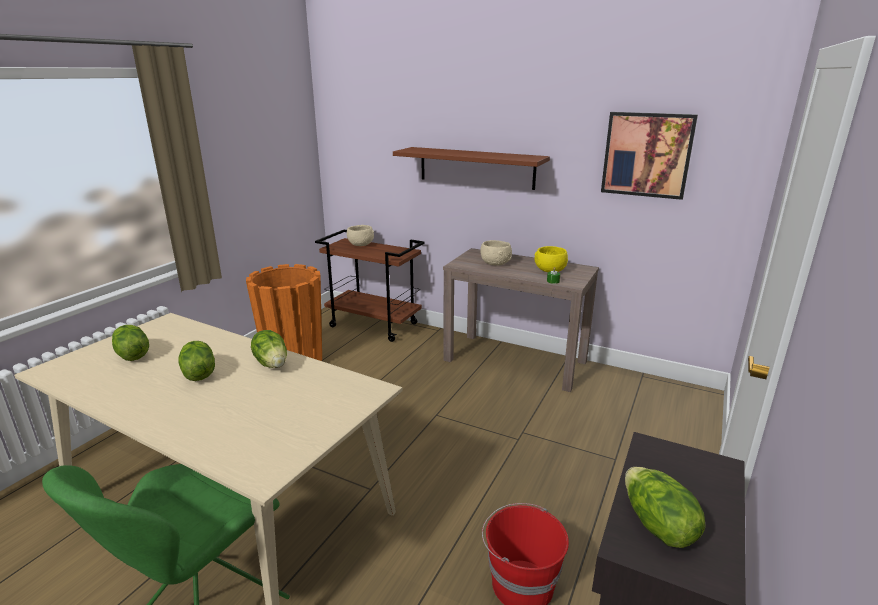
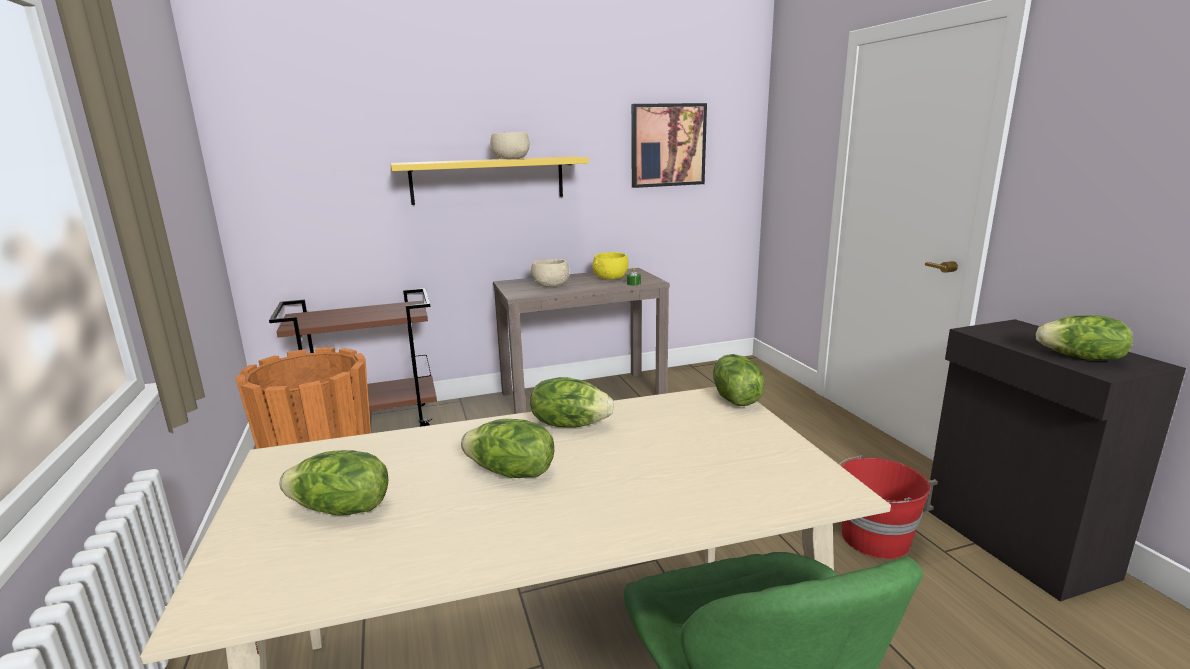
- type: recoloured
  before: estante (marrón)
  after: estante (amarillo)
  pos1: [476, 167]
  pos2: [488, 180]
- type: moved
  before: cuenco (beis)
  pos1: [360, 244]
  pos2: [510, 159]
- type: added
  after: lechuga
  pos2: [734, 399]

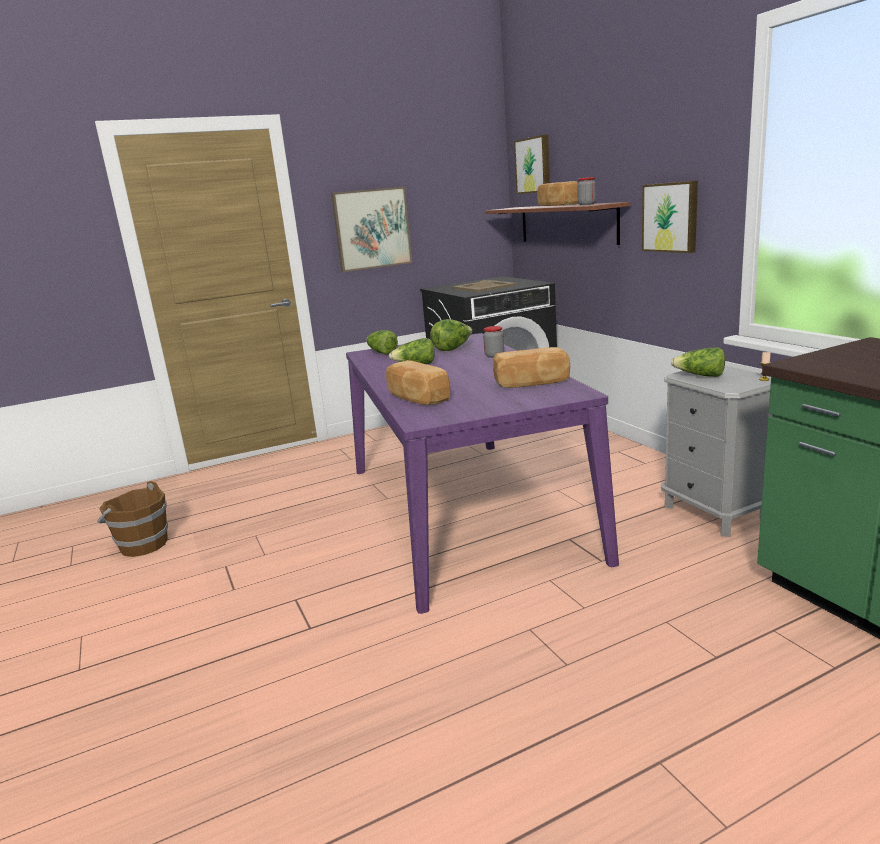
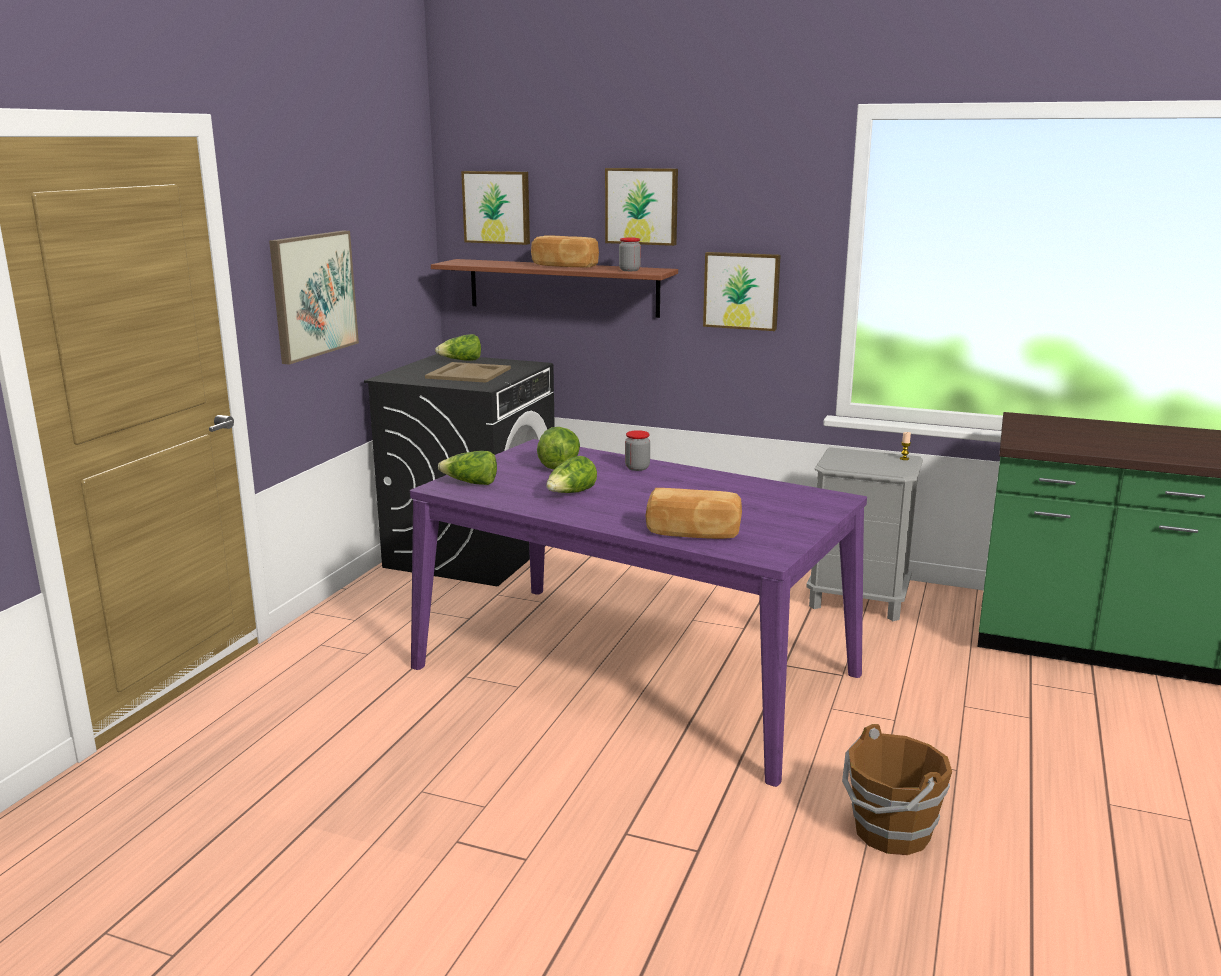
- type: removed
  before: pan
  pos1: [532, 383]
- type: moved
  before: lechuga
  pos1: [700, 376]
  pos2: [461, 361]
- type: moved
  before: cubo (marrón)
  pos1: [142, 545]
  pos2: [890, 832]
- type: added
  after: cuadro
  pos2: [642, 206]

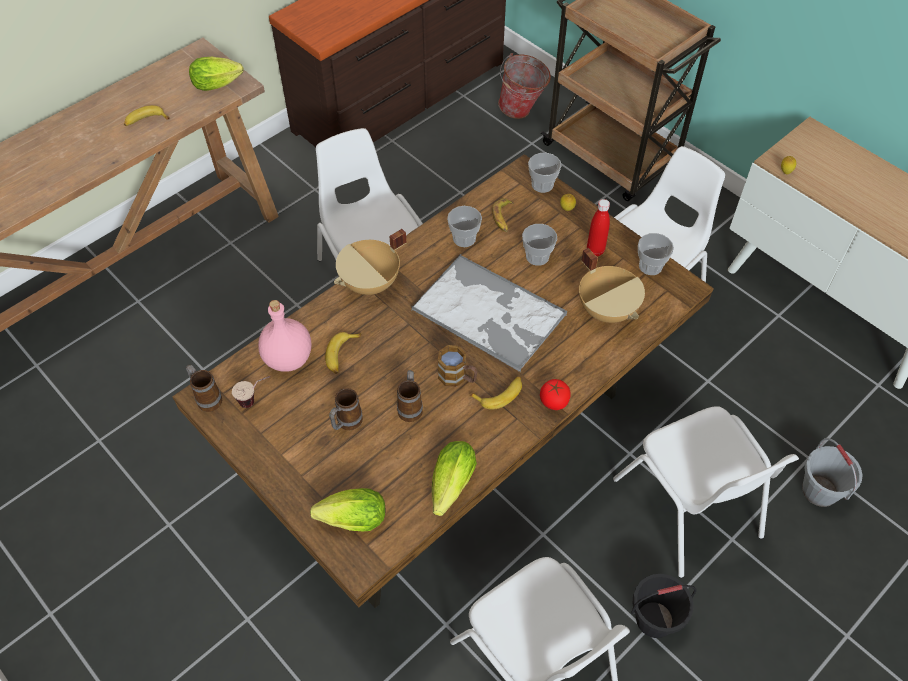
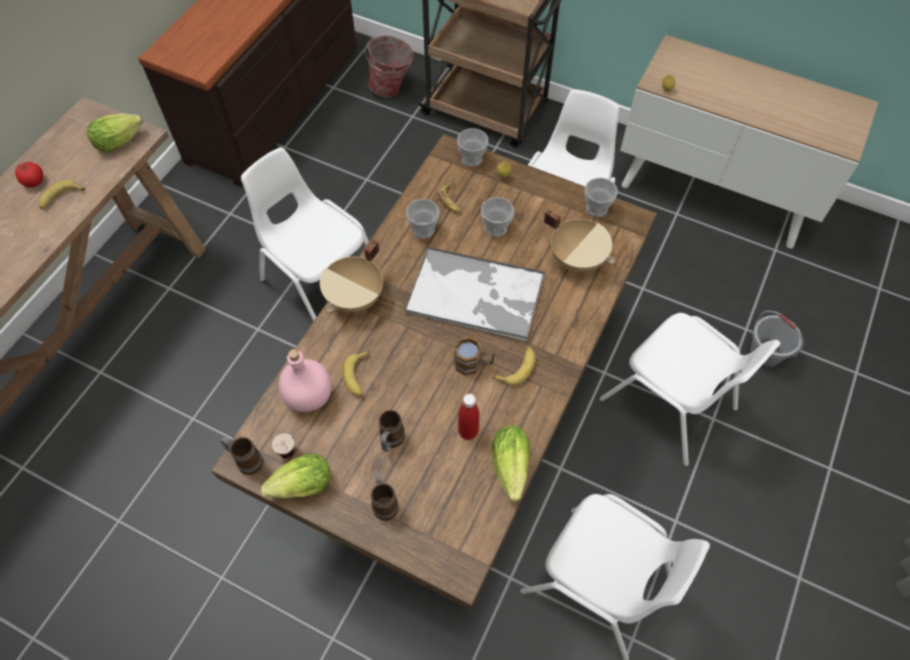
- type: moved
  before: botella (rojo)
  pos1: [595, 250]
  pos2: [468, 431]
- type: moved
  before: taza grande
  pos1: [410, 407]
  pos2: [384, 502]
- type: moved
  before: tomate
  pos1: [554, 401]
  pos2: [34, 182]
- type: moved
  before: lechuga
  pos1: [349, 520]
  pos2: [298, 487]
- type: removed
  before: cubo (negro)
  pos1: [654, 619]

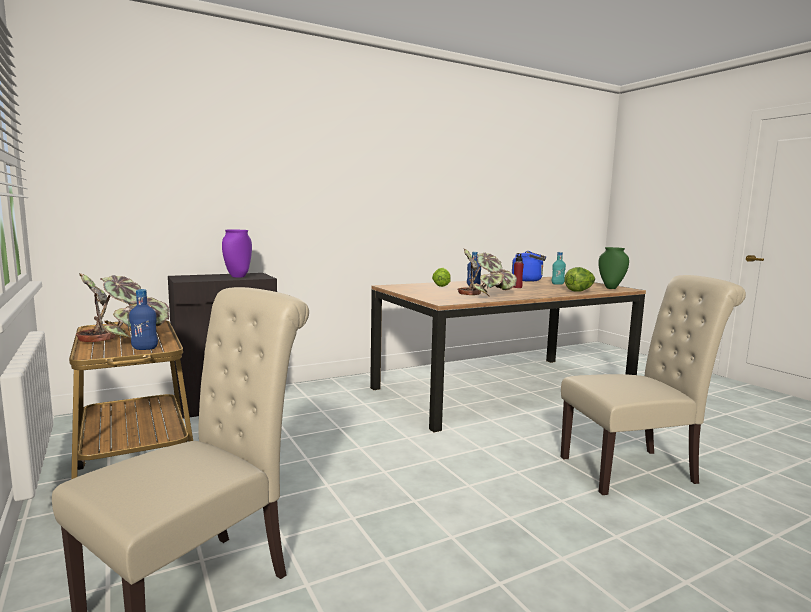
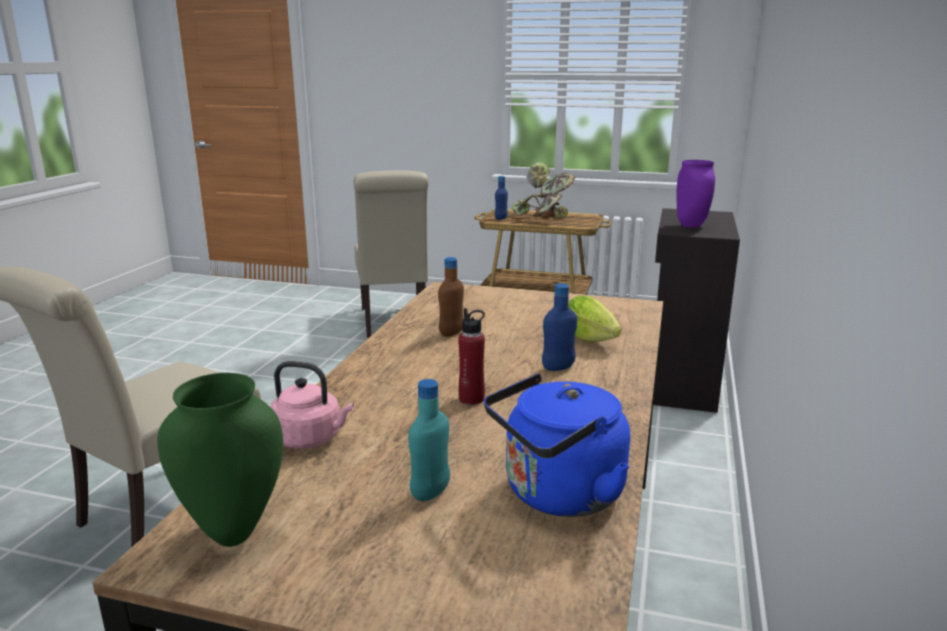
- type: replaced
  before: planta en maceta
  after: botella (marrón)
  pos1: [485, 294]
  pos2: [451, 333]
- type: replaced
  before: lechuga
  after: hervidor (rosa)
  pos1: [579, 291]
  pos2: [310, 439]

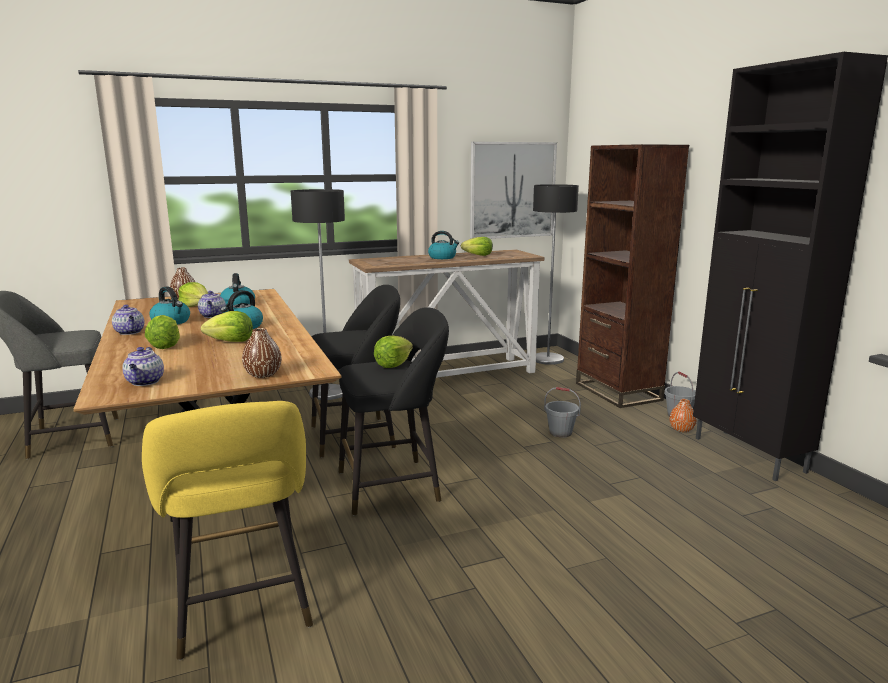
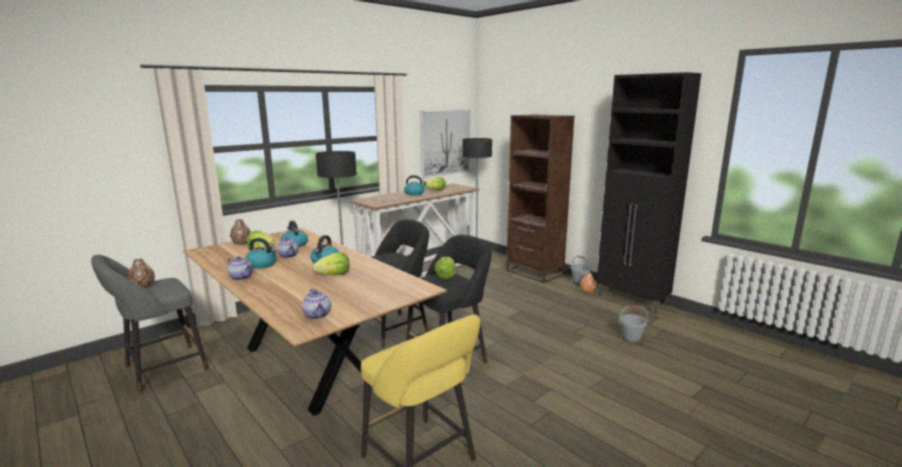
- type: removed
  before: lechuga
  pos1: [166, 345]
- type: moved
  before: florero (marrón)
  pos1: [263, 374]
  pos2: [143, 286]
- type: moved
  before: cubo (gris)
  pos1: [560, 432]
  pos2: [631, 339]

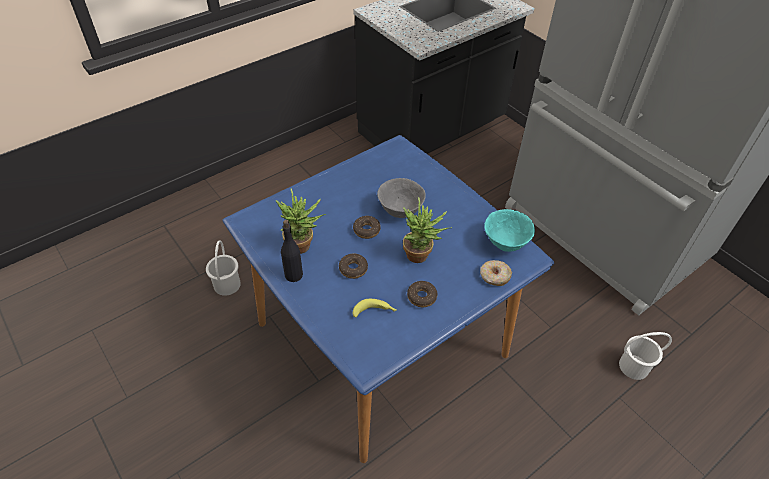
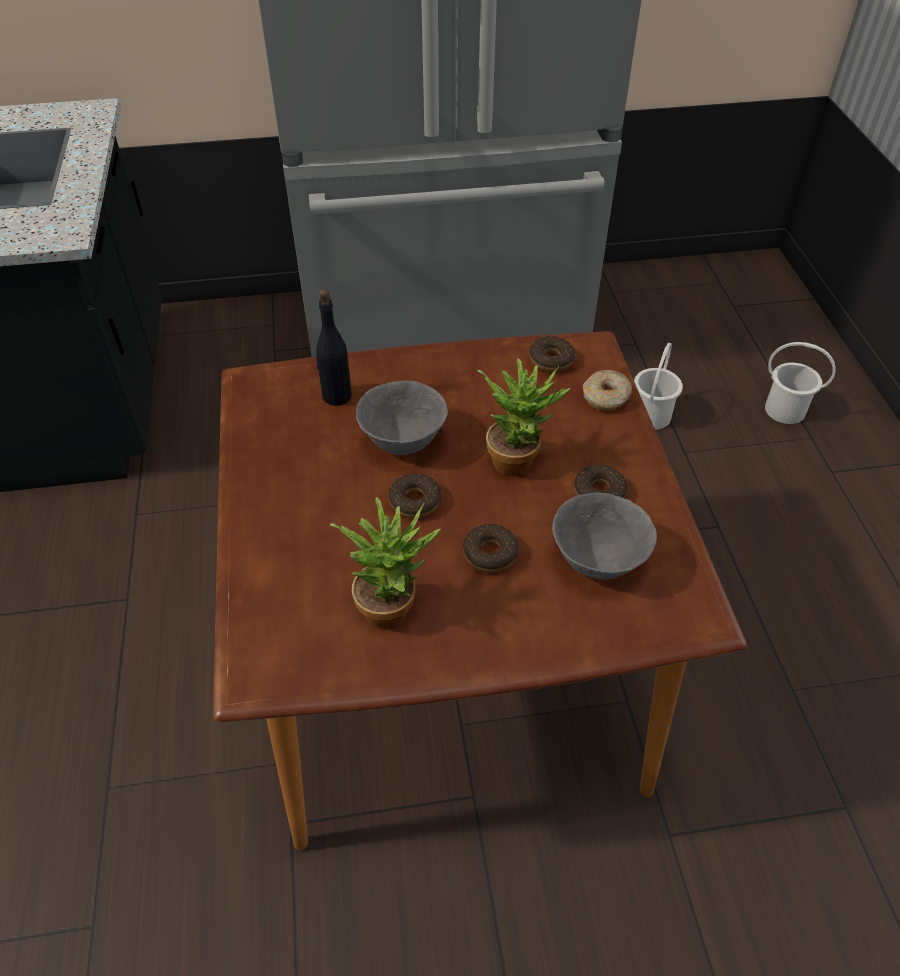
- type: recoloured
  before: mesa de comedor (azul)
  after: mesa de comedor (marrón)
  pos1: [381, 338]
  pos2: [448, 666]
- type: replaced
  before: cuenco (turquesa)
  after: rosquilla
  pos1: [505, 243]
  pos2: [551, 360]
- type: moved
  before: botella (negro)
  pos1: [293, 275]
  pos2: [336, 396]
- type: moved
  before: cubo (blanco)
  pos1: [227, 284]
  pos2: [784, 409]
- type: replaced
  before: plátano
  after: cuenco (gris)
  pos1: [375, 312]
  pos2: [598, 562]

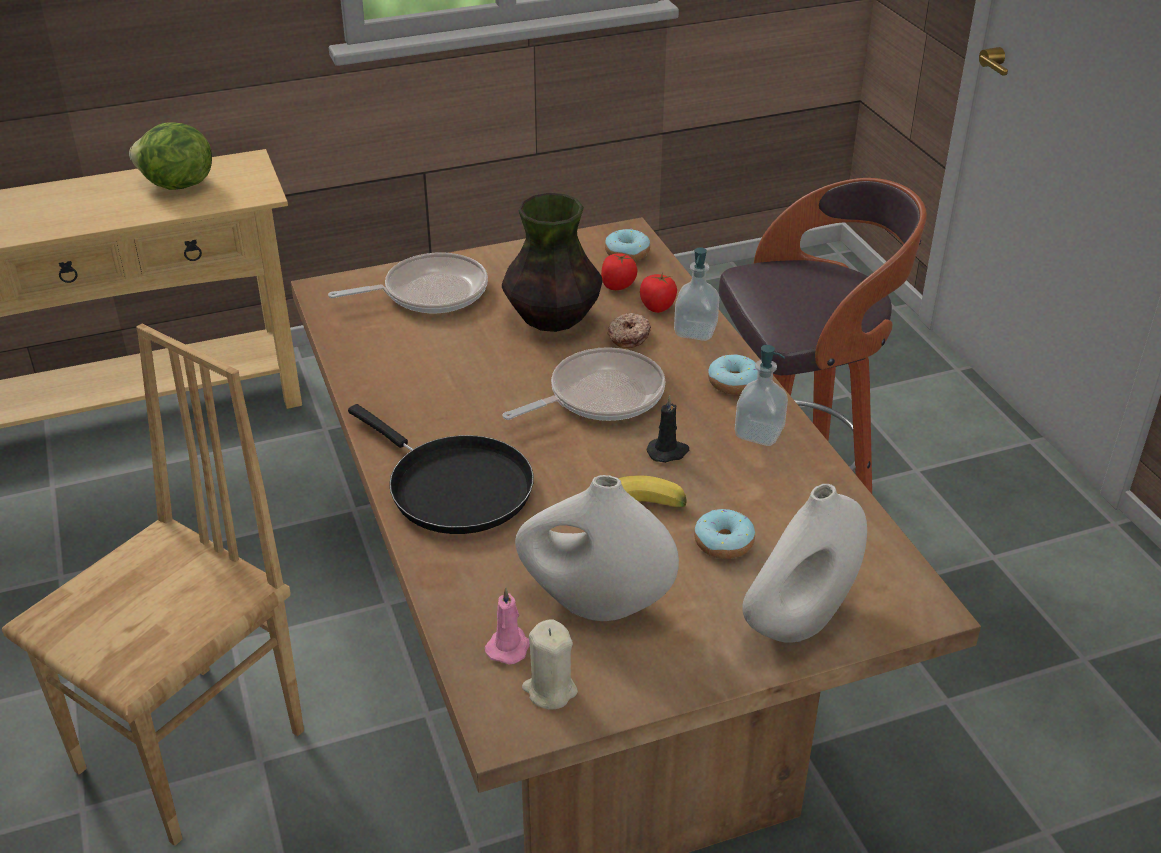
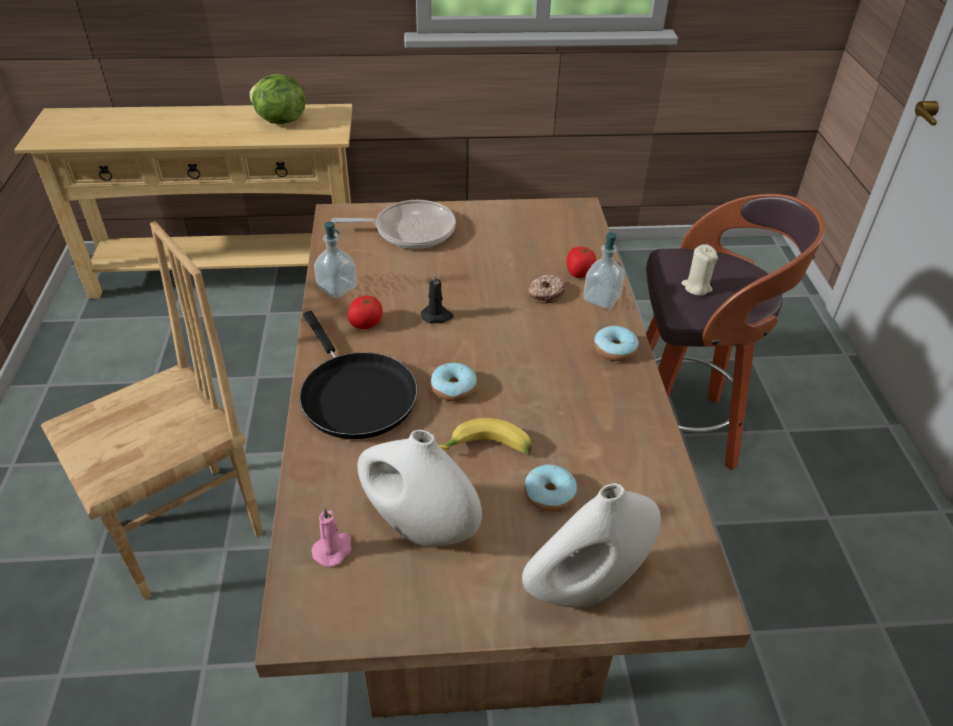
- type: removed
  before: florero
  pos1: [552, 319]
- type: moved
  before: rosquilla
  pos1: [627, 253]
  pos2: [453, 388]
- type: moved
  before: tomate
  pos1: [618, 285]
  pos2: [366, 323]
- type: moved
  before: dispensador de jabón
  pos1: [759, 433]
  pos2: [337, 288]
- type: removed
  before: sartén
  pos1: [600, 396]
- type: moved
  before: vela (negro)
  pos1: [668, 452]
  pos2: [437, 316]
- type: moved
  before: vela (beis)
  pos1: [550, 690]
  pos2: [696, 287]

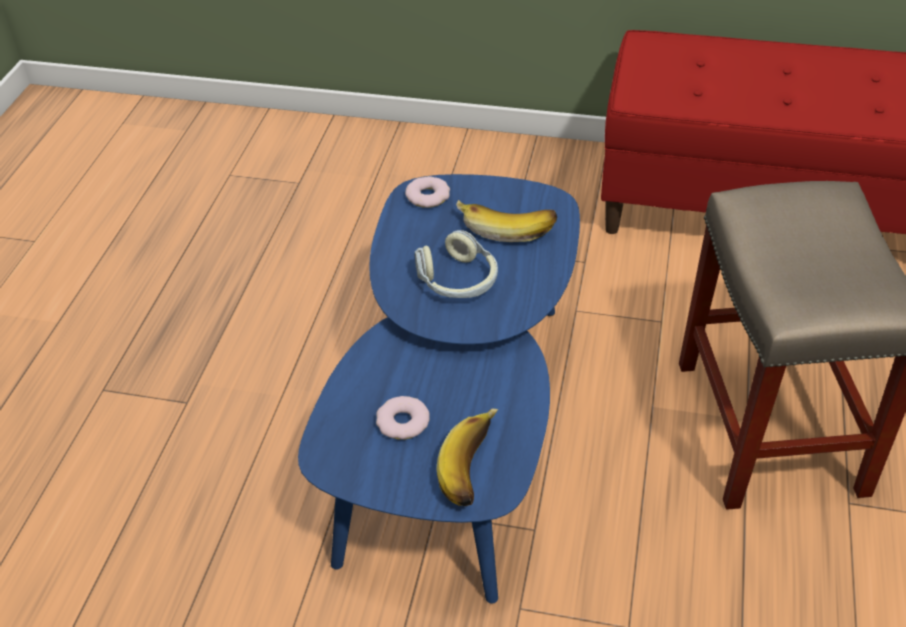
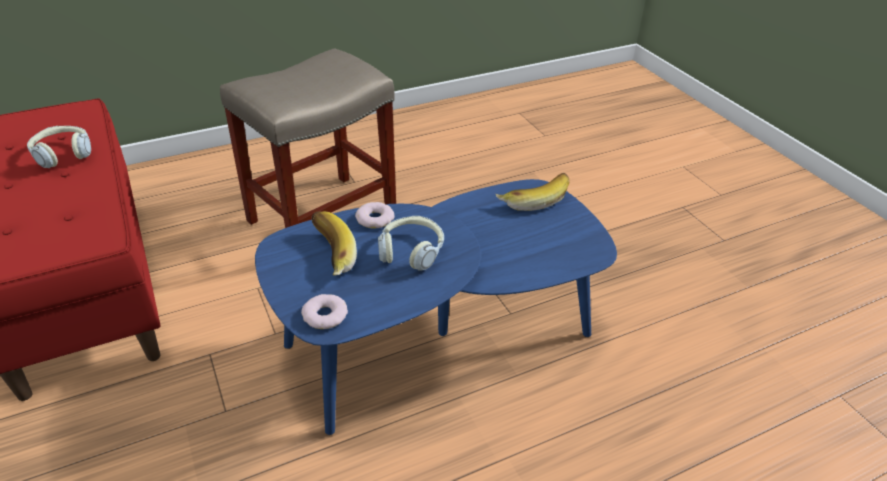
- type: moved
  before: rosquilla
  pos1: [403, 422]
  pos2: [375, 219]
- type: added
  after: auriculares
  pos2: [63, 153]

